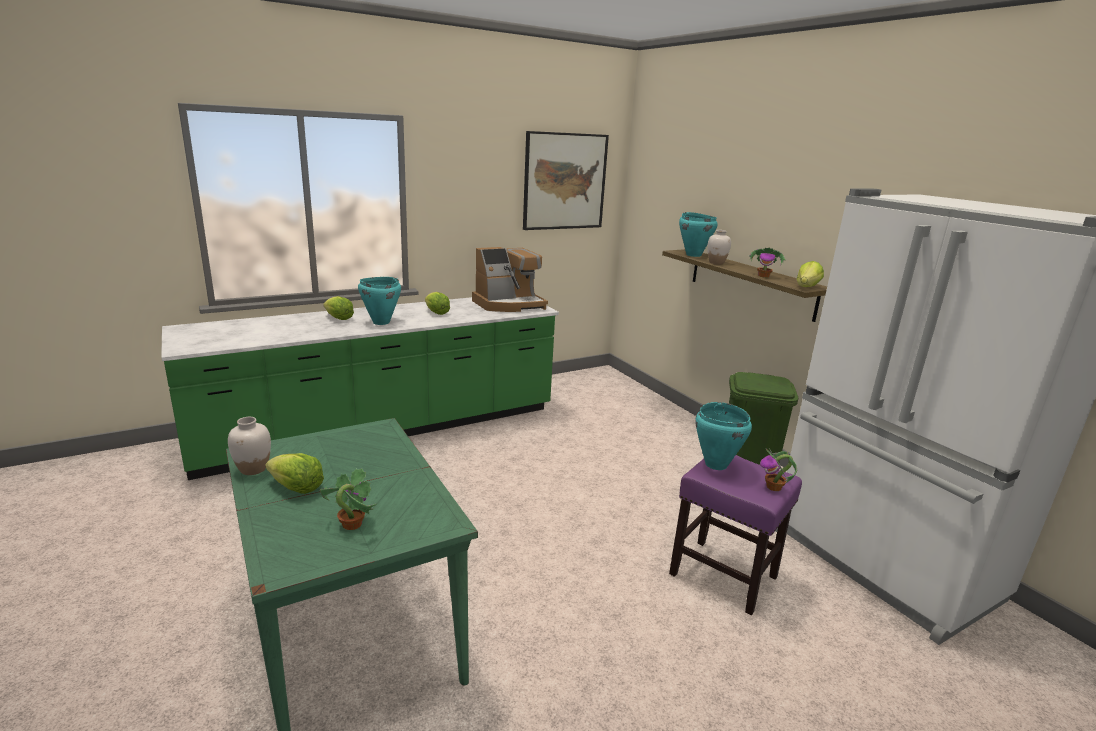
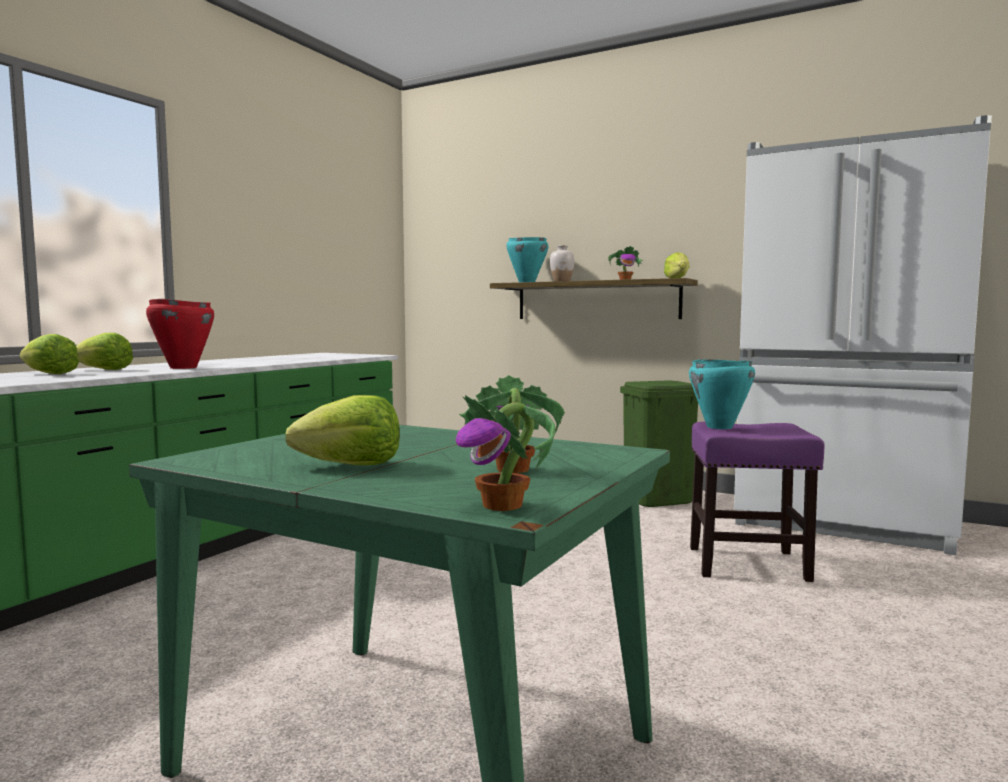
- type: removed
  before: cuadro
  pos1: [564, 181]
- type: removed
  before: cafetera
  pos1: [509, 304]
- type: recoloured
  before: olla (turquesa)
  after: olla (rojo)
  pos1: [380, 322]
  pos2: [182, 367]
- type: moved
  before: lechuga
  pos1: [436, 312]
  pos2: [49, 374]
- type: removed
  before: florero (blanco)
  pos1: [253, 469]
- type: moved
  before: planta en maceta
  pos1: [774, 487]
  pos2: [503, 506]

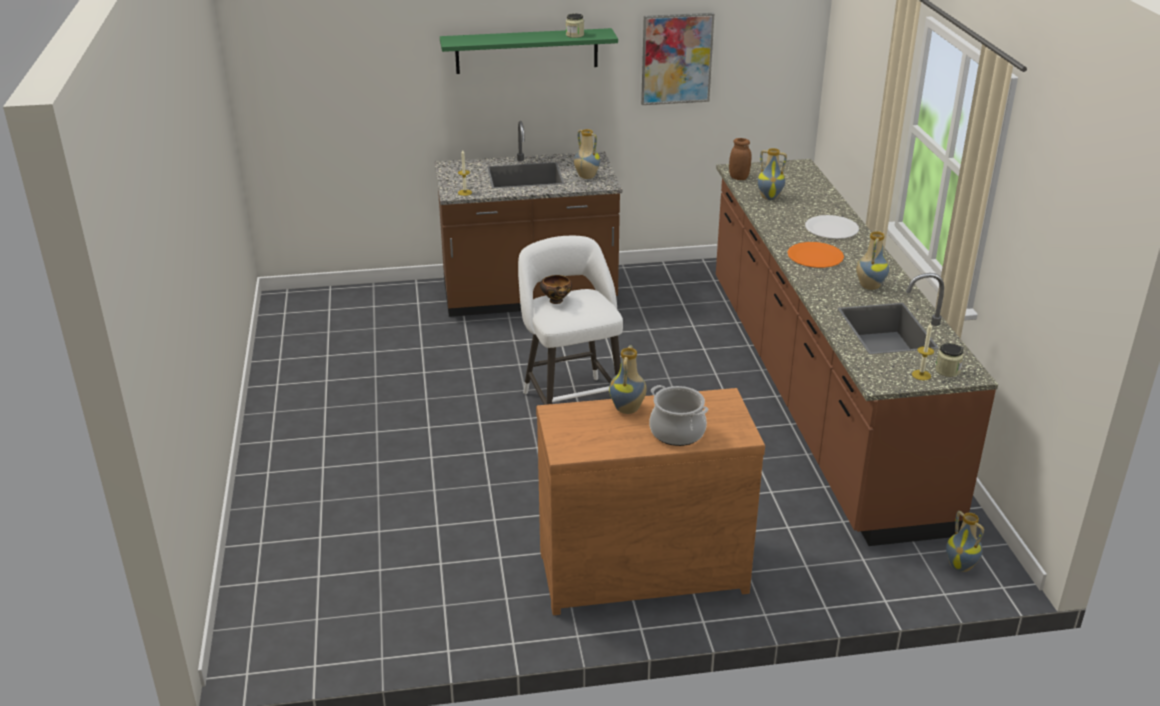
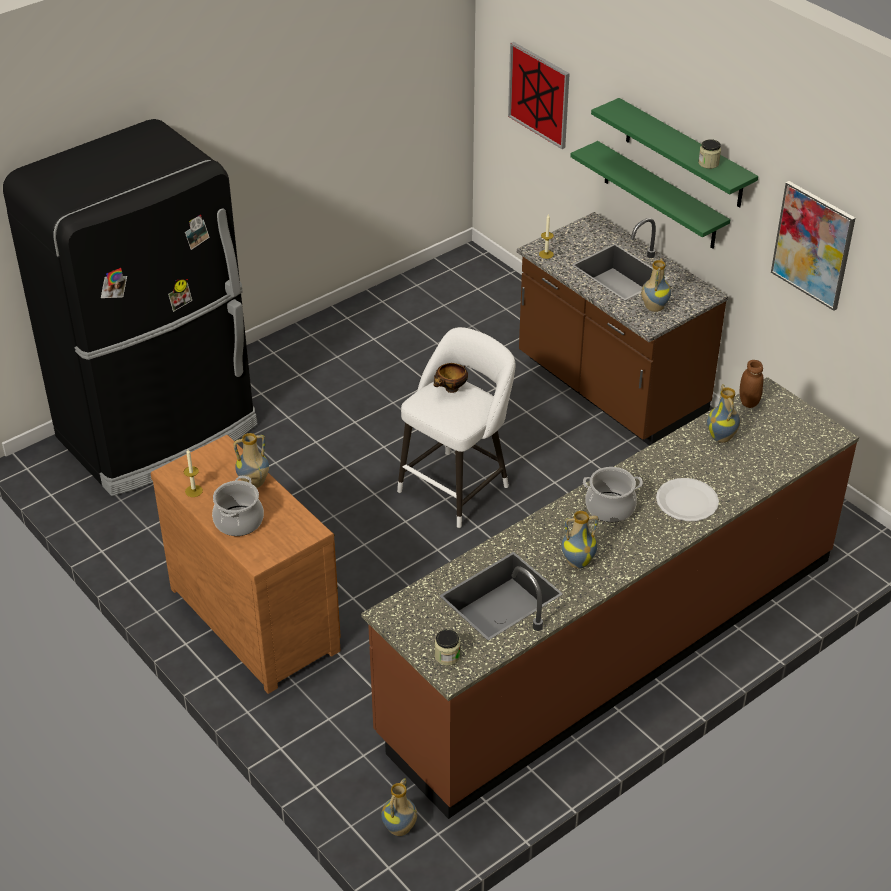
- type: replaced
  before: plato (naranja)
  after: olla
  pos1: [815, 257]
  pos2: [610, 507]
- type: moved
  before: vela
  pos1: [921, 375]
  pos2: [193, 491]
- type: added
  after: cuadro
  pos2: [539, 94]
- type: added
  after: nevera (negro)
  pos2: [160, 433]
- type: added
  after: estante (verde)
  pos2: [660, 196]

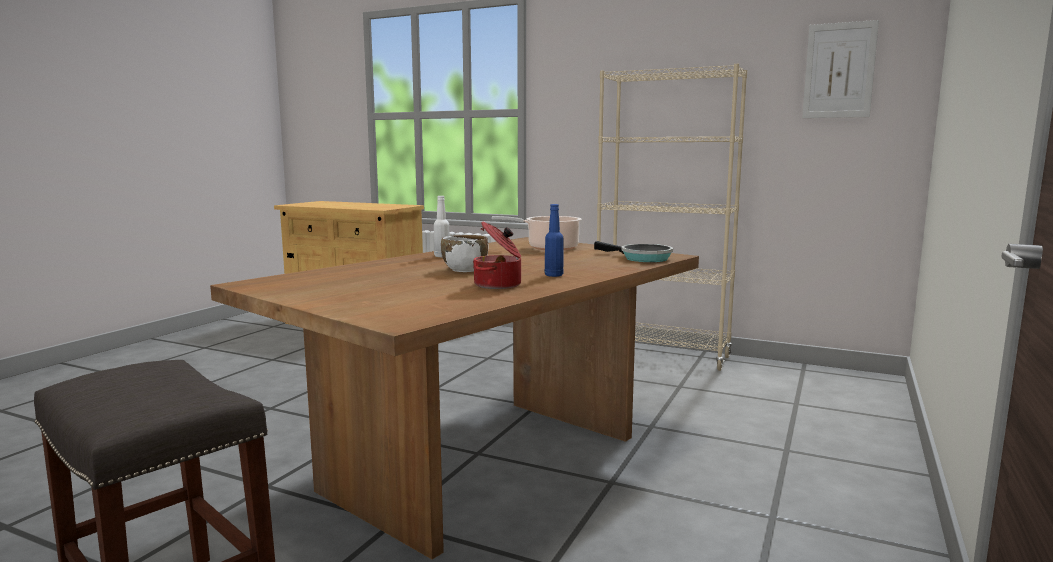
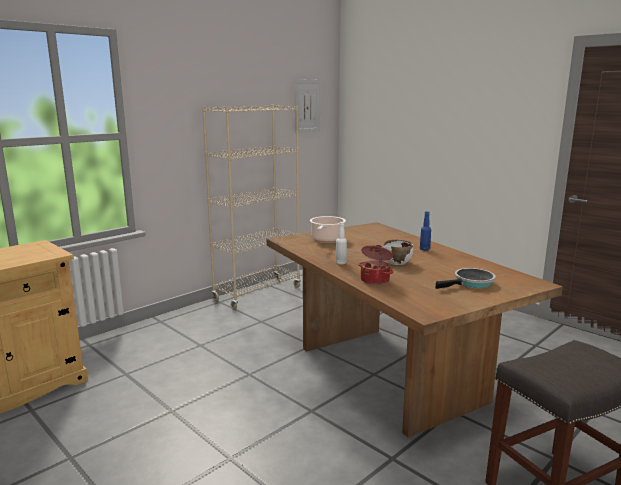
- type: moved
  before: olla
  pos1: [499, 285]
  pos2: [375, 280]
- type: moved
  before: sartén
  pos1: [641, 258]
  pos2: [471, 283]

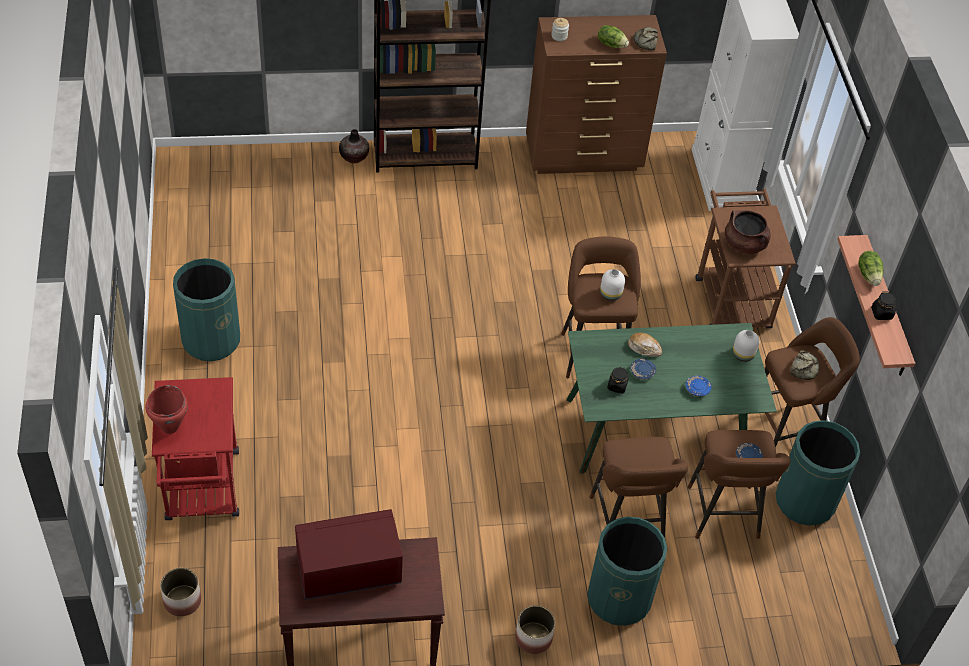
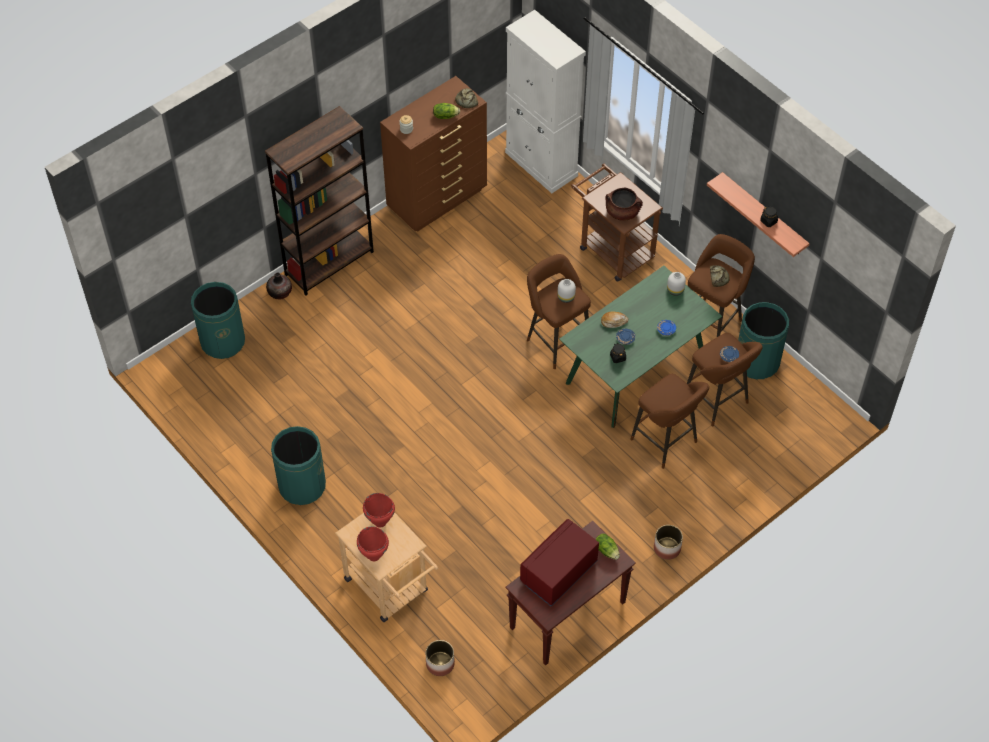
- type: moved
  before: lechuga
  pos1: [869, 275]
  pos2: [607, 550]
- type: recoloured
  before: carrito (rojo)
  after: carrito (beis)
  pos1: [203, 492]
  pos2: [391, 589]
- type: moved
  before: papelera (verde)
  pos1: [619, 598]
  pos2: [223, 341]
- type: added
  after: olla (rojo)
  pos2: [380, 522]

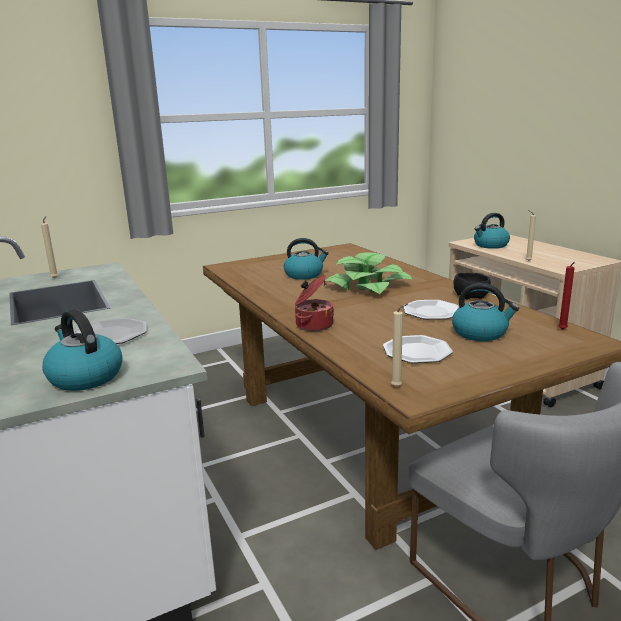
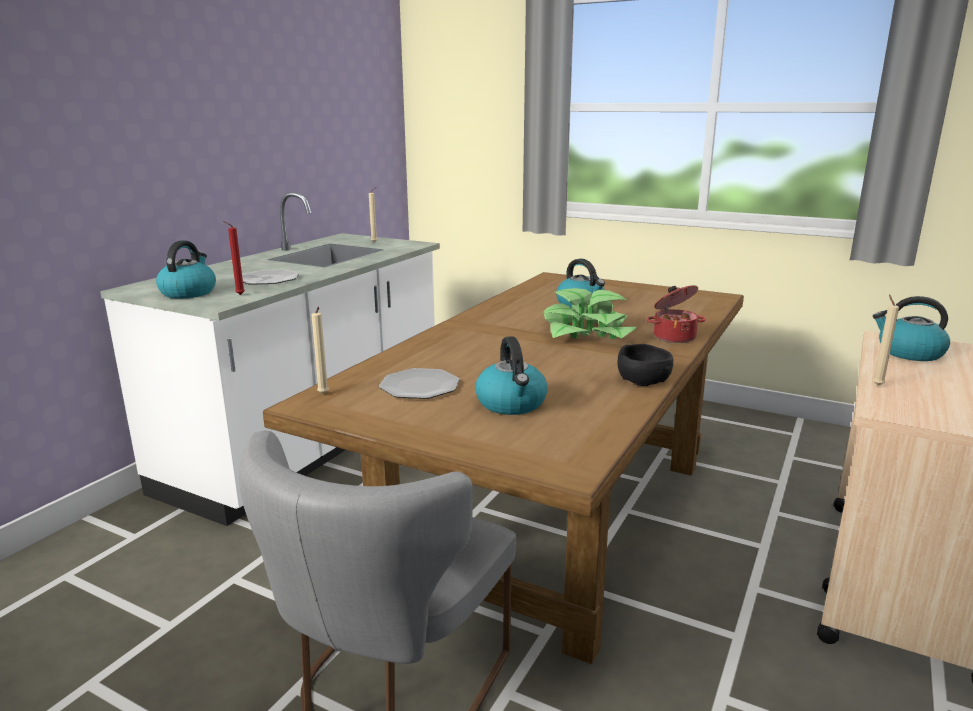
- type: moved
  before: vela (rojo)
  pos1: [562, 330]
  pos2: [238, 295]
- type: moved
  before: olla
  pos1: [313, 325]
  pos2: [674, 337]
- type: removed
  before: plato
  pos1: [431, 311]

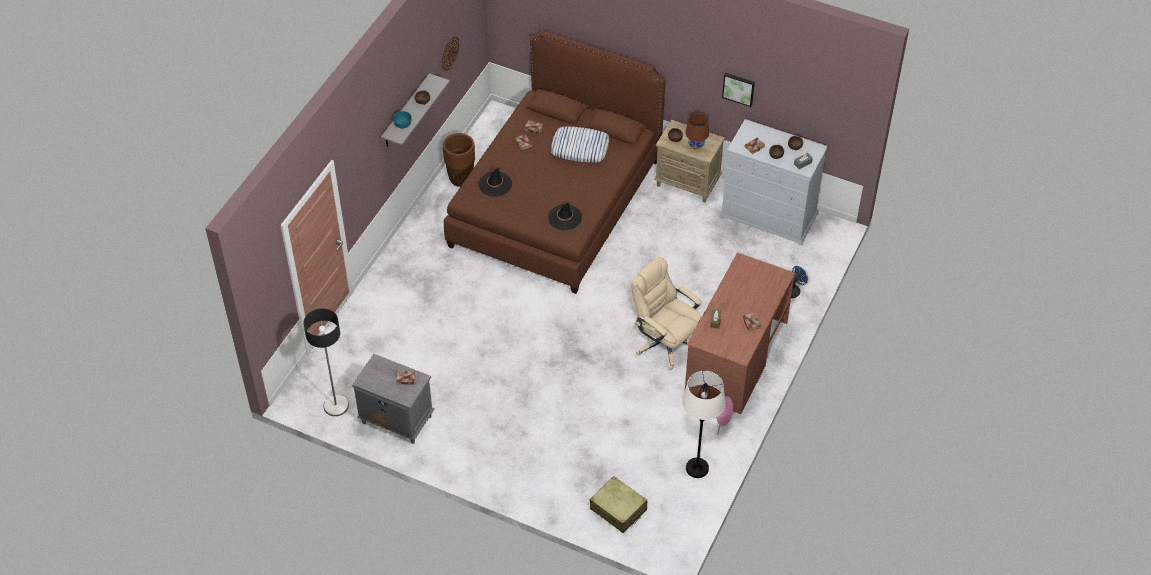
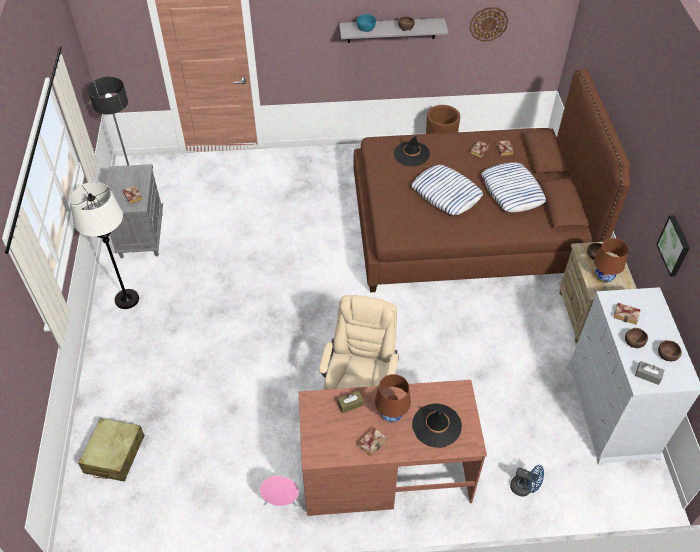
- type: moved
  before: sombrero (negro)
  pos1: [565, 217]
  pos2: [436, 425]
- type: moved
  before: lámpara de pie (blanco)
  pos1: [697, 468]
  pos2: [127, 299]
- type: added
  after: cojín
  pos2: [446, 193]
- type: added
  after: lámpara de mesa (marrón)
  pos2: [391, 414]

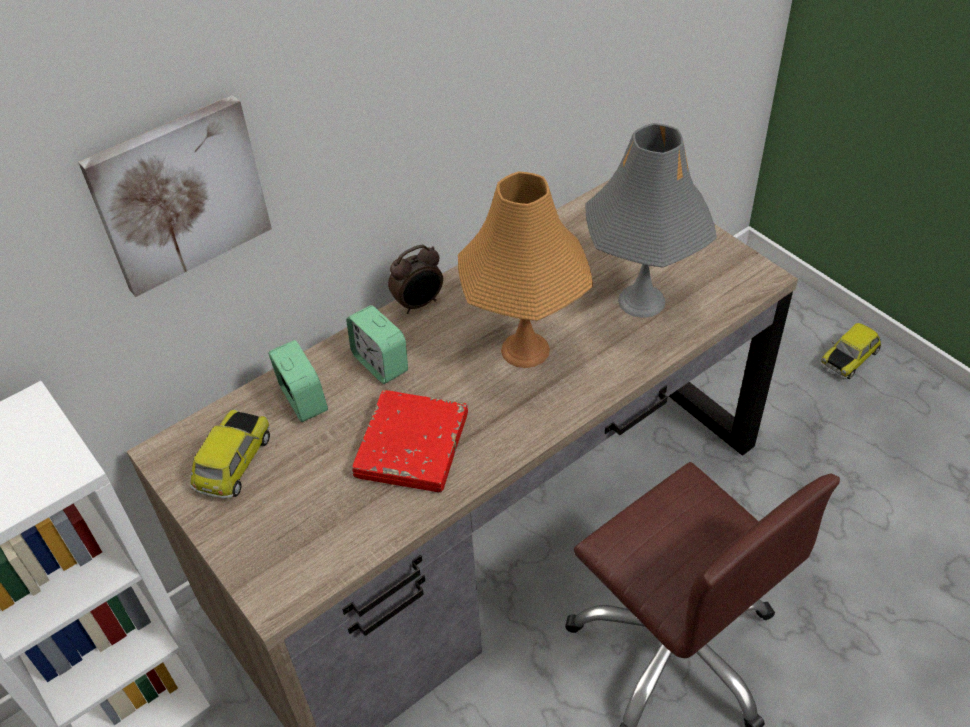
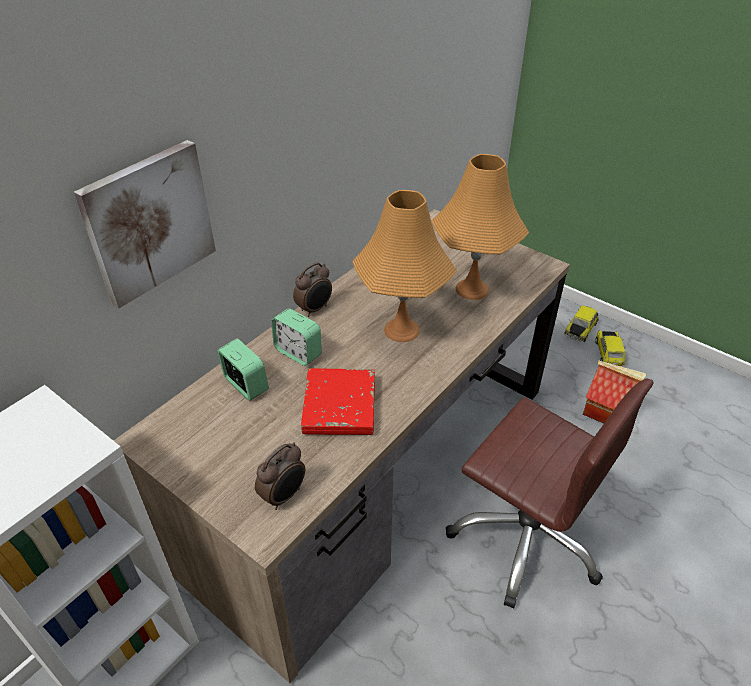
- type: recoloured
  before: lámpara de mesa (gris)
  after: lámpara de mesa (naranja)
  pos1: [642, 300]
  pos2: [472, 289]
- type: moved
  before: coche de juguete
  pos1: [234, 463]
  pos2: [609, 354]
- type: added
  after: casita
  pos2: [607, 411]
- type: added
  after: despertador
  pos2: [284, 496]

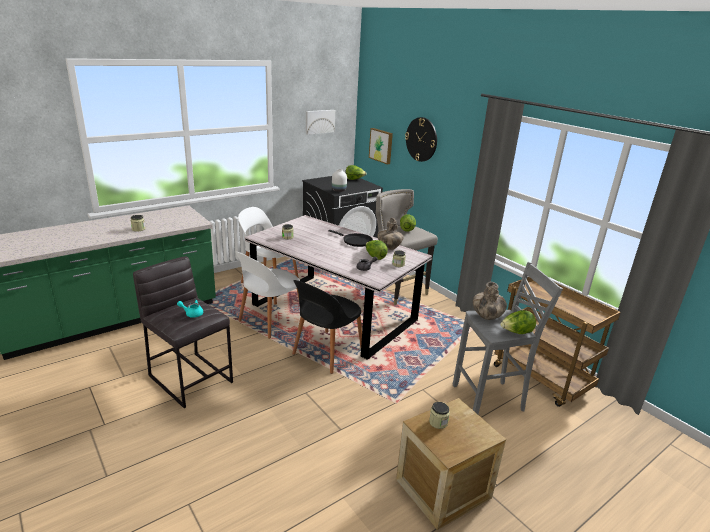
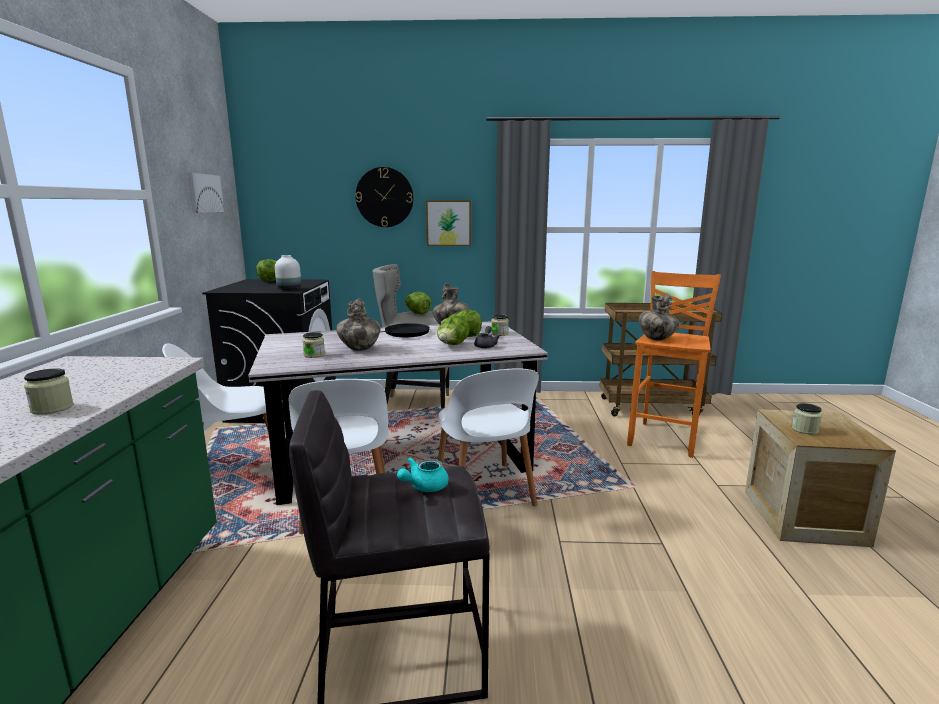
- type: moved
  before: cuadro
  pos1: [381, 145]
  pos2: [449, 223]
- type: recoloured
  before: taburete (gris)
  after: taburete (naranja)
  pos1: [490, 399]
  pos2: [665, 438]
- type: recoloured
  before: silla (negro)
  after: silla (blanco)
  pos1: [327, 352]
  pos2: [484, 491]
- type: moved
  before: lechuga
  pos1: [516, 333]
  pos2: [452, 345]
- type: added
  after: florero
  pos2: [360, 349]

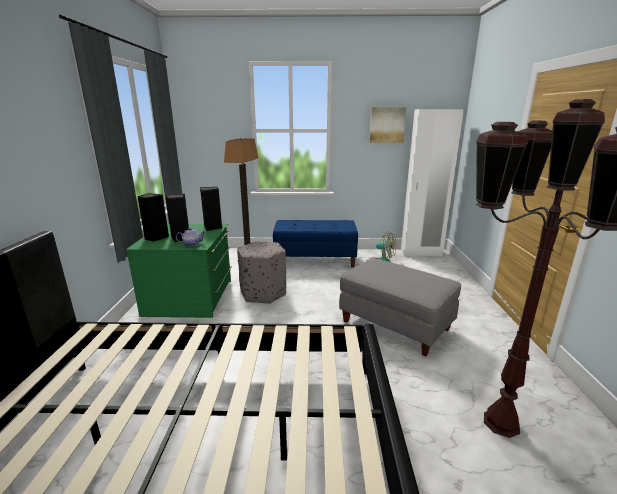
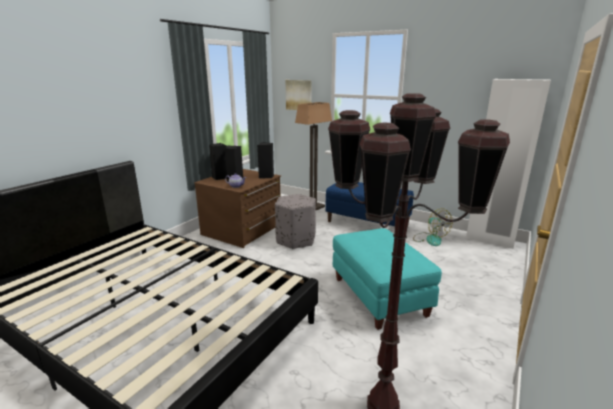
- type: moved
  before: cuadro
  pos1: [387, 124]
  pos2: [299, 95]
- type: recoloured
  before: cómoda (verde)
  after: cómoda (marrón)
  pos1: [191, 297]
  pos2: [243, 230]
- type: recoloured
  before: puf (gris)
  after: puf (turquesa)
  pos1: [395, 325]
  pos2: [379, 296]

